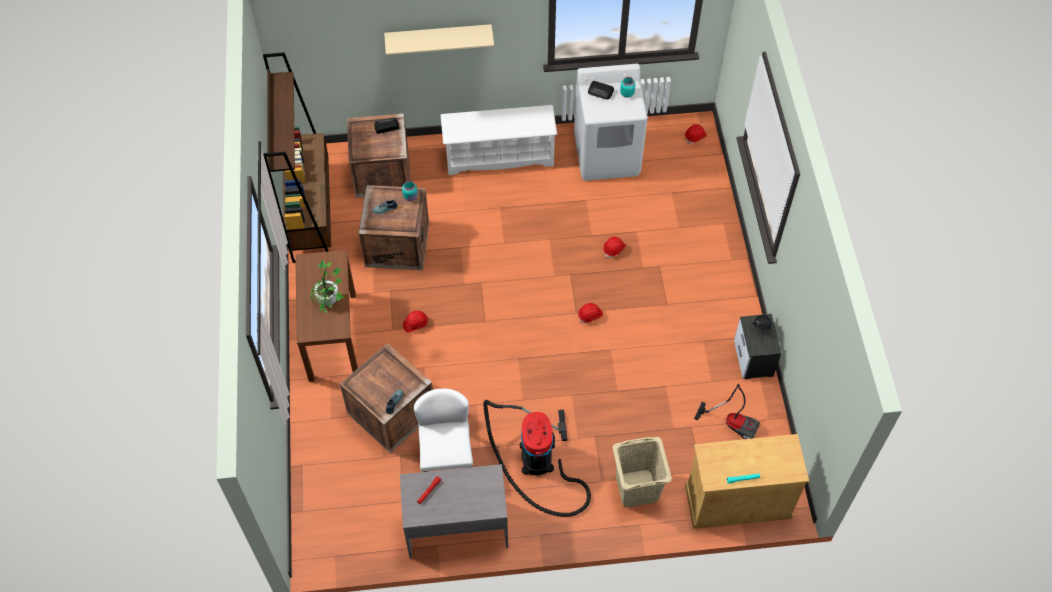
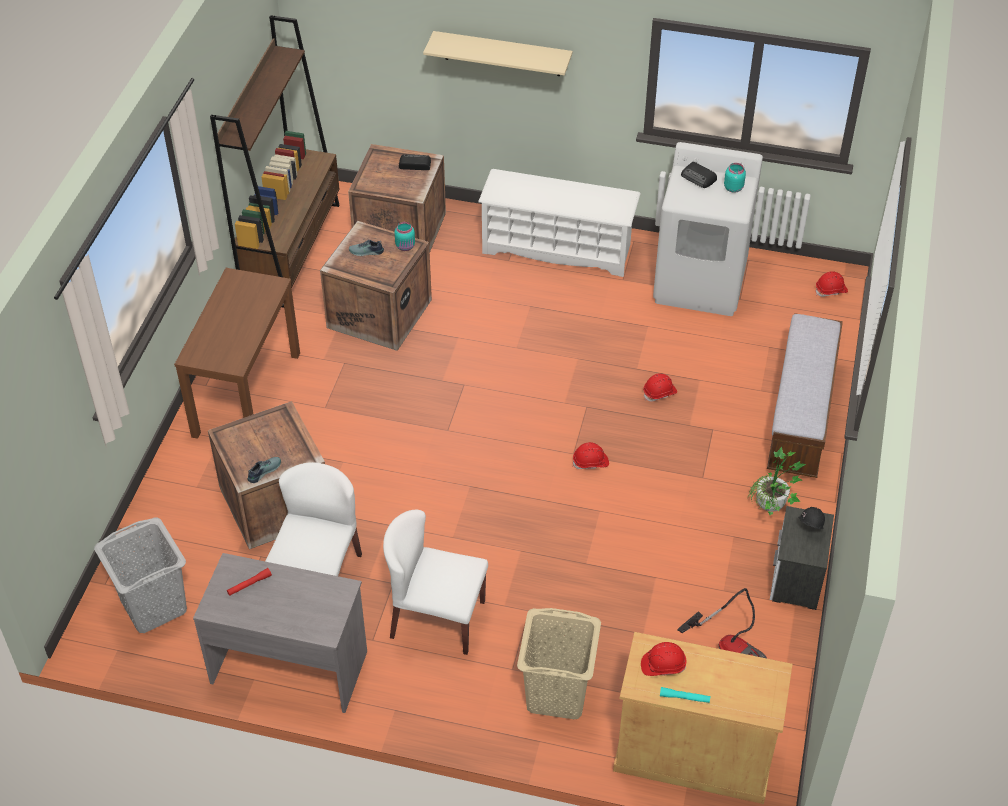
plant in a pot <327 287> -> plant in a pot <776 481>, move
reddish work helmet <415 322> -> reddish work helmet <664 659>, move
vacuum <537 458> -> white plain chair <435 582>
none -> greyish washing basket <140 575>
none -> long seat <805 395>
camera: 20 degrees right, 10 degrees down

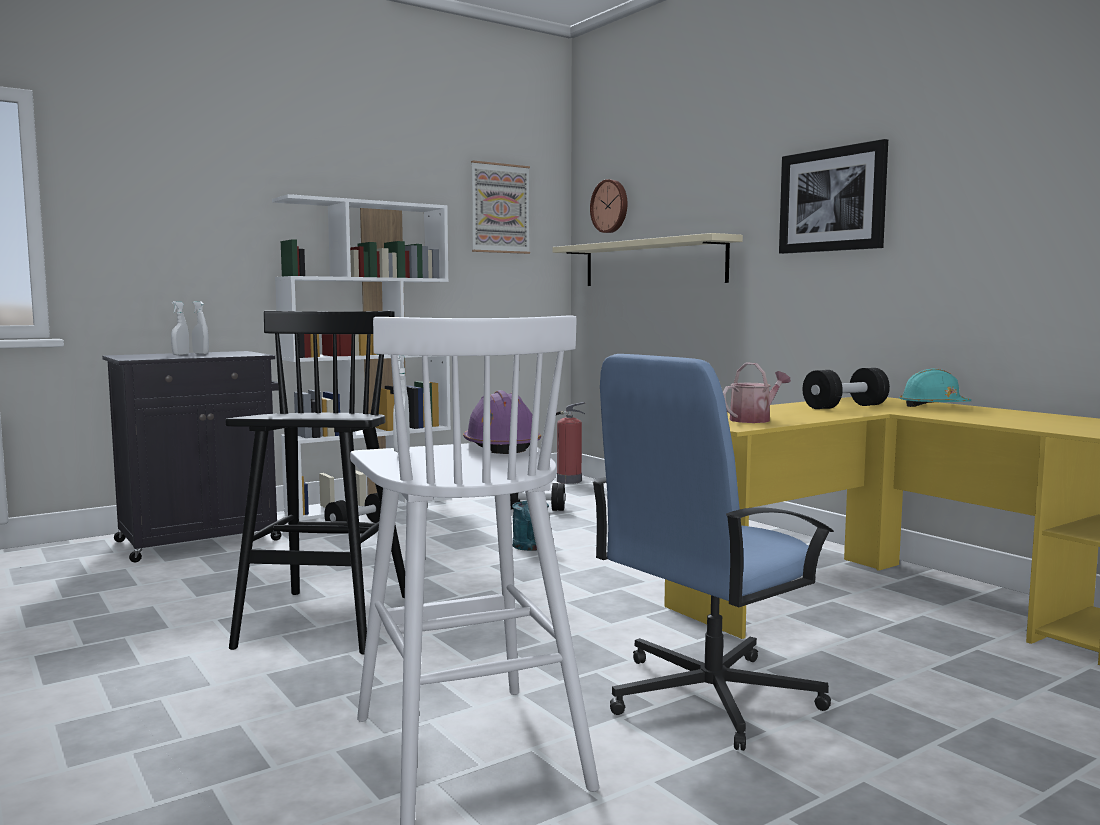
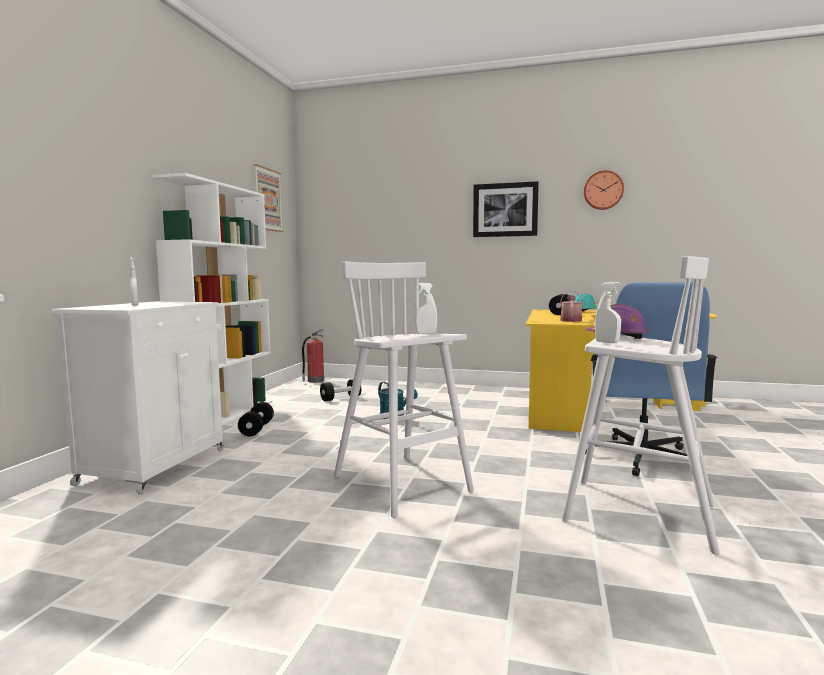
blackish cupboard <191 456> -> white cupboard <138 398>
white sprayer <200 327> -> white sprayer <426 308>, move
blackish stool <315 483> -> white stool <404 390>
beige-coloured bracket shelf <648 259> -> none
wall clock <608 206> -> wall clock <604 190>, move
camera: 40 degrees left, 0 degrees up

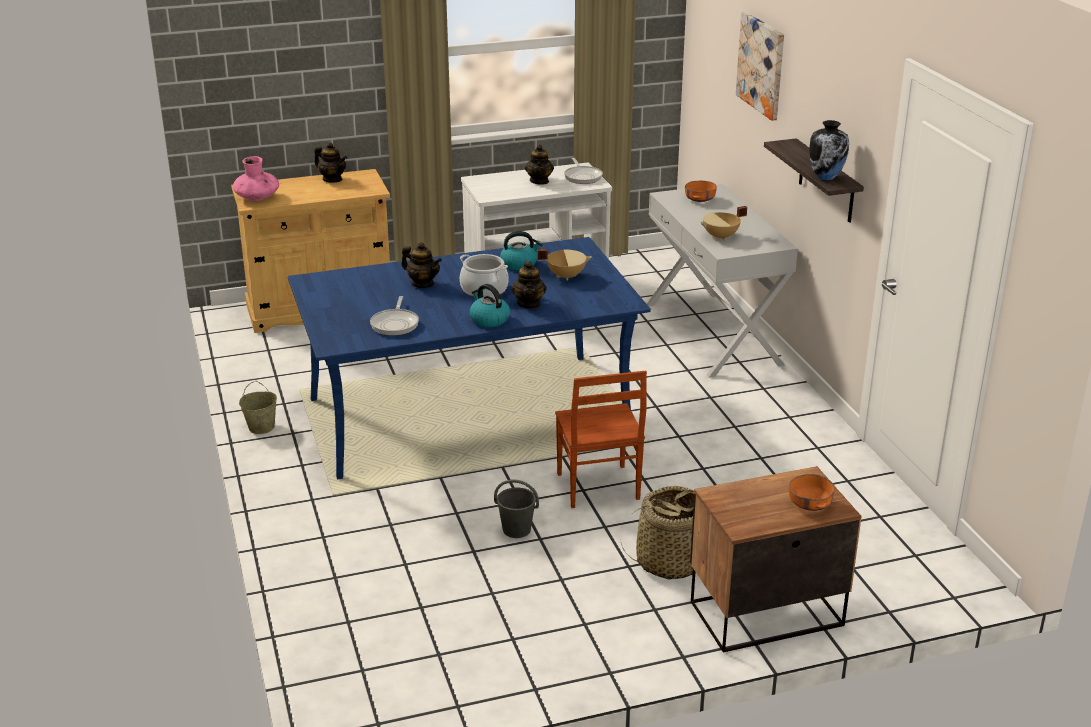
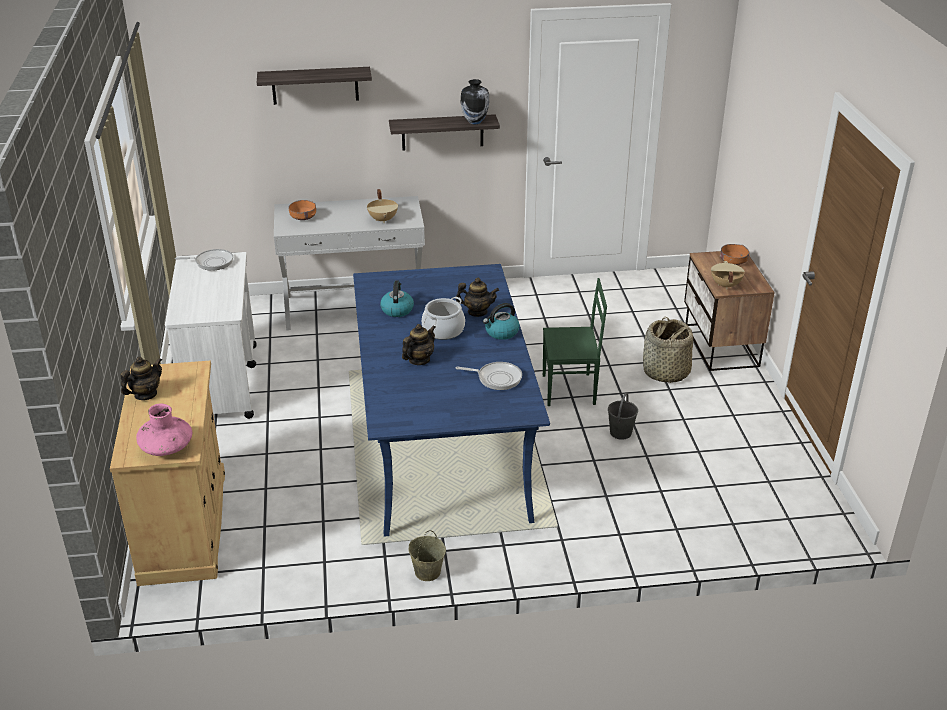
tea pot <539 165> -> none
beige-coloured cooking pot <564 265> -> beige-coloured cooking pot <728 275>, move
brownish plain chair <601 439> -> green plain chair <575 342>
wall picture <760 66> -> bracket shelf <314 86>
camera: 80 degrees left, 5 degrees up

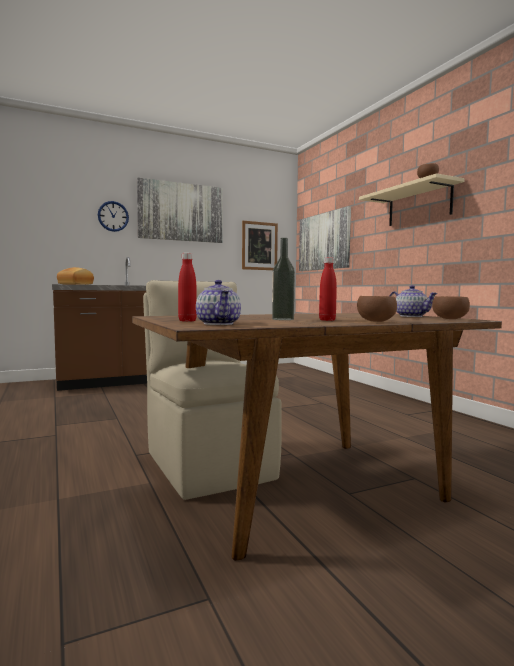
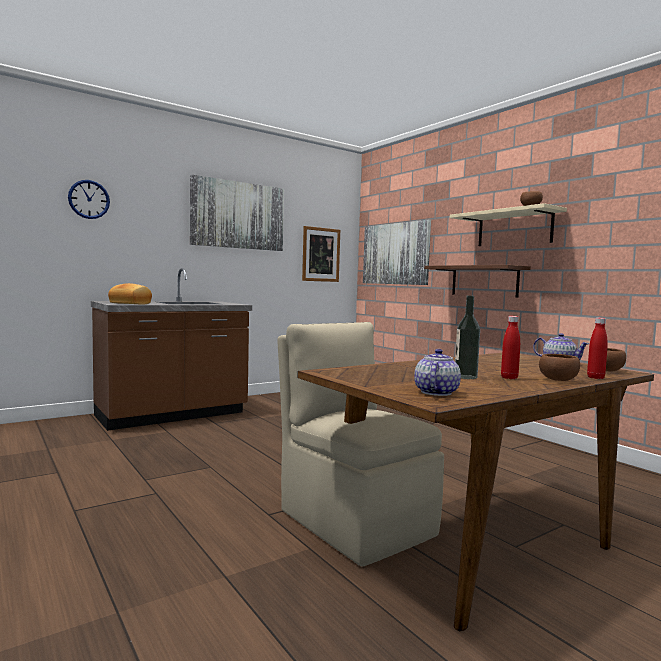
wall clock <113 216> -> wall clock <89 199>, move
reddish drink bottle <187 287> -> reddish drink bottle <597 348>, move
tea pot <218 302> -> tea pot <437 372>, 135 degrees counterclockwise
none -> brownish bracket shelf <477 281>
camera: 10 degrees left, 0 degrees up

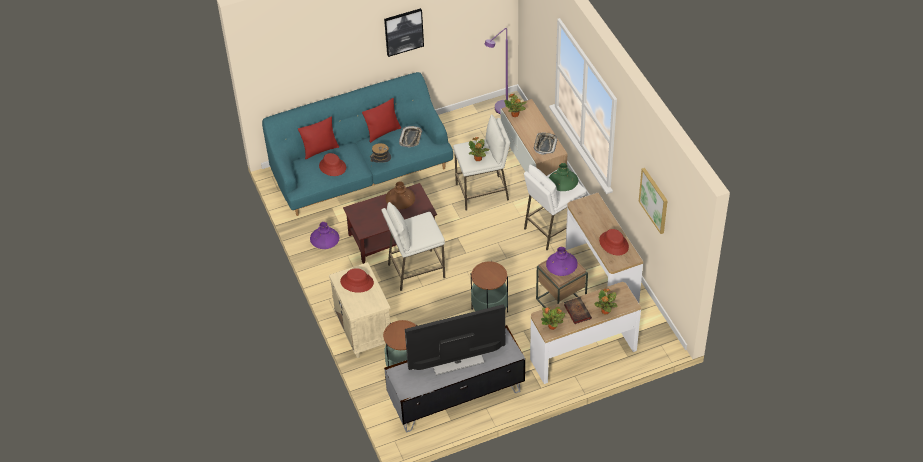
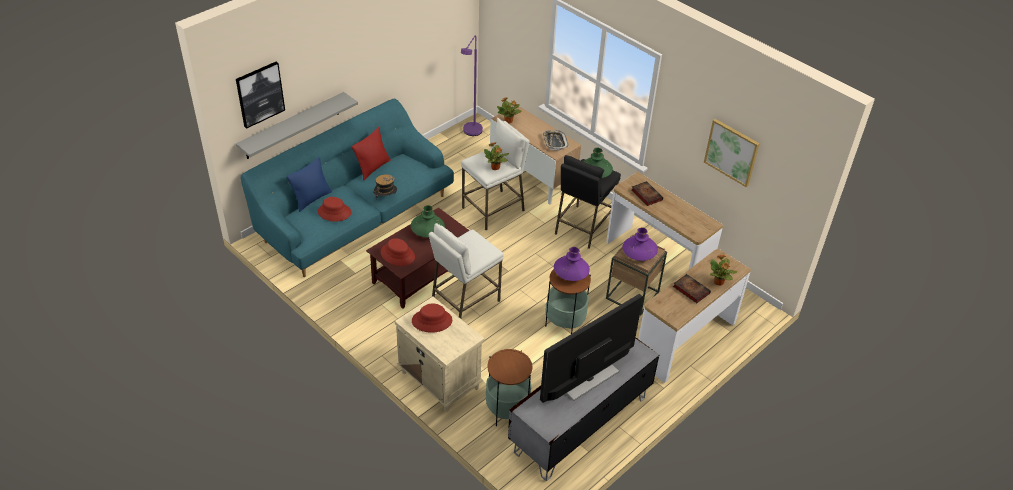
reddish cushion <318 137> -> bluish cushion <309 184>
purple-coloured flower vase <324 235> -> purple-coloured flower vase <572 264>, move
wall picture <404 32> -> wall picture <260 95>, move
brownish flower vase <400 195> -> green flower vase <428 221>
carrying tray <410 136> -> none
white stool <555 207> -> blackish stool <588 202>
plant in a pot <553 318> -> none
reddish wearable hat <614 242> -> reddish wearable hat <398 252>, move
none -> greyish bracket shelf <297 125>
none -> bound book <647 193>
camera: 25 degrees left, 5 degrees down

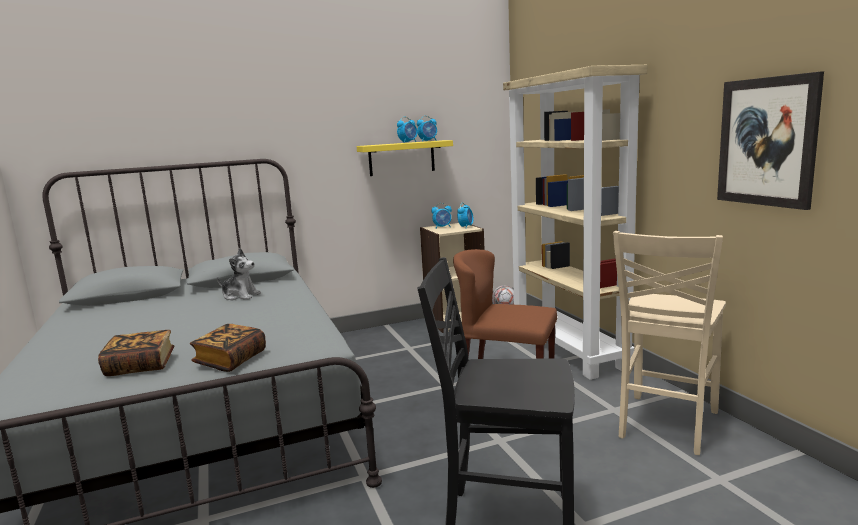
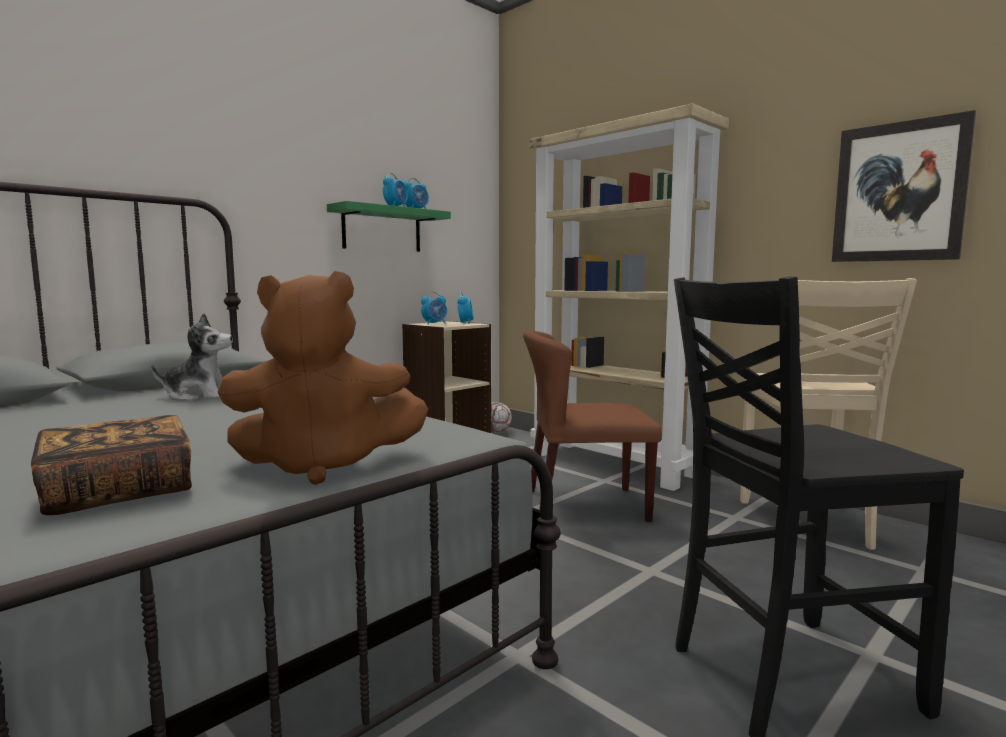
bound book <228 348> -> brownish plush toy <322 378>
yellow-coloured bracket shelf <405 158> -> green bracket shelf <389 226>
camera: 25 degrees left, 5 degrees down

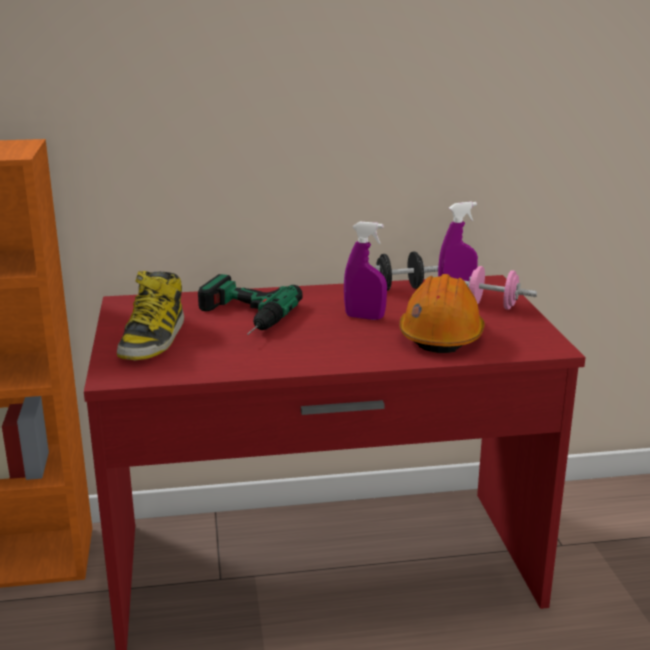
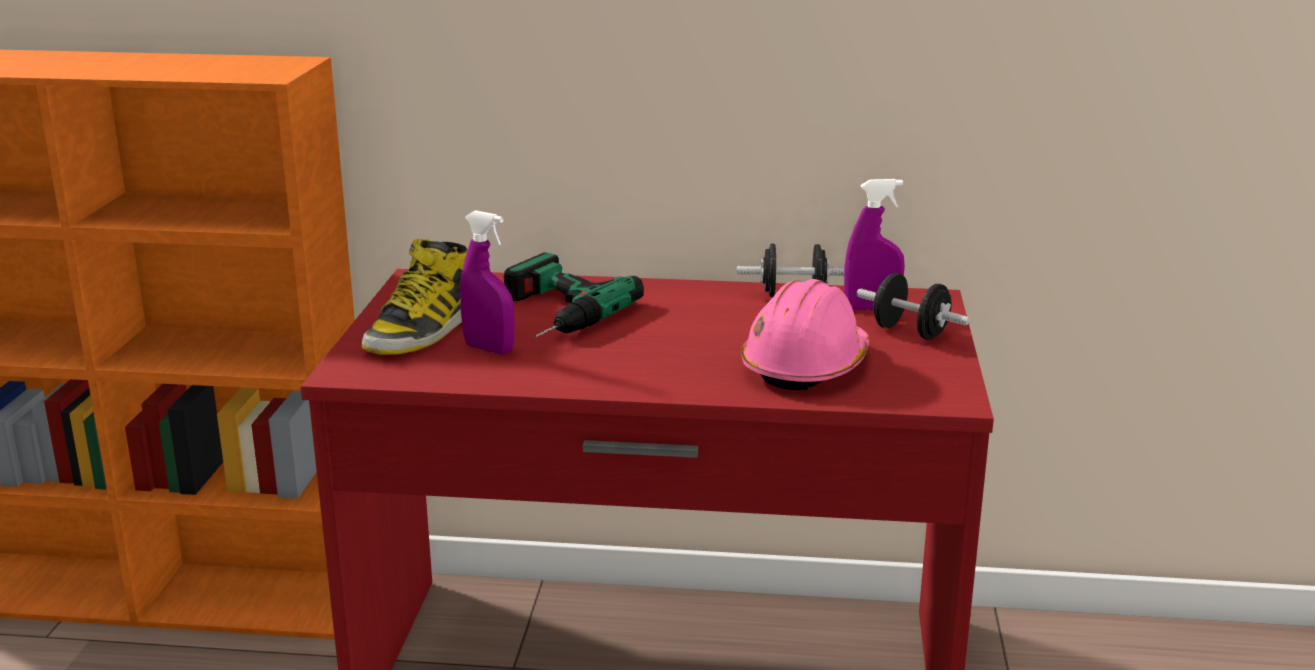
purple-coloured sprayer <365 271> -> purple-coloured sprayer <487 282>, move
orange work helmet <442 313> -> pinkish work helmet <805 334>
pinkish hand weight <500 288> -> blackish hand weight <913 306>
camera: 15 degrees right, 0 degrees up

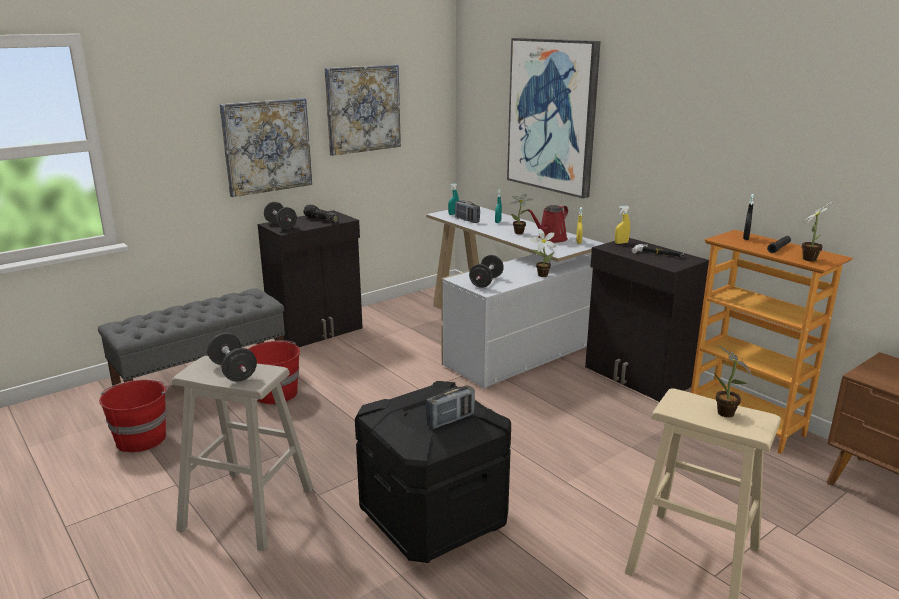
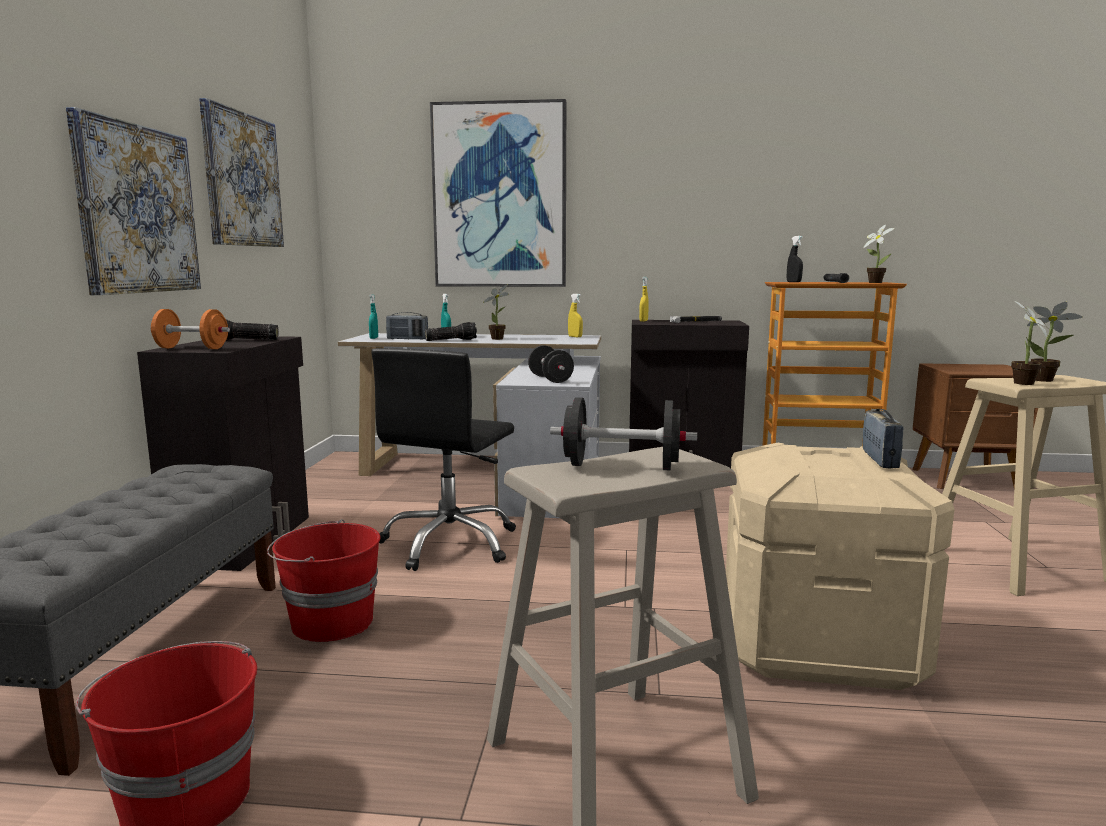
blackish hand weight <280 215> -> orange hand weight <190 329>
blackish storage container <433 472> -> beige-coloured storage container <840 566>
reddish watering can <547 224> -> none
plant in a pot <543 252> -> plant in a pot <1029 343>, move
none -> blackish desk chair <443 459>
none -> flashlight <451 331>
camera: 45 degrees left, 10 degrees down

